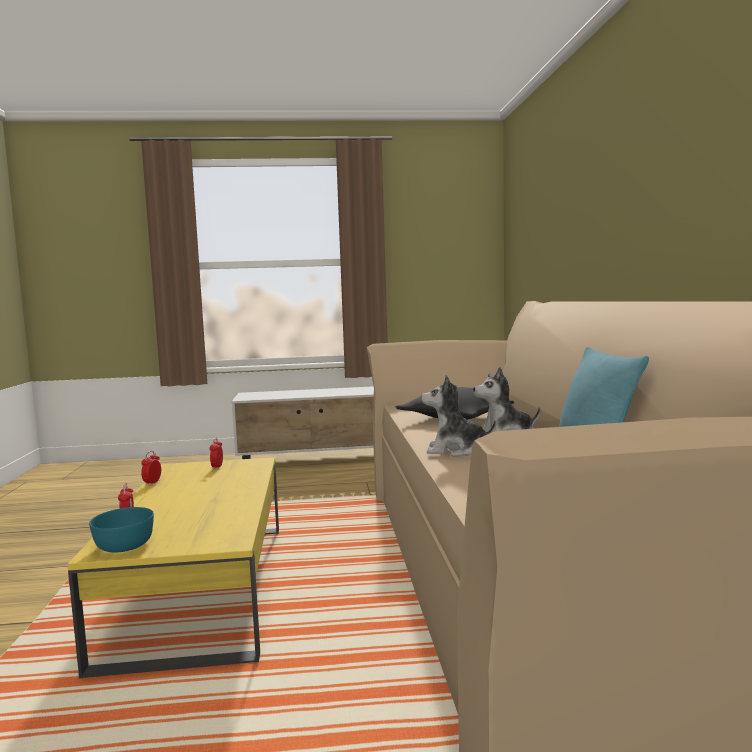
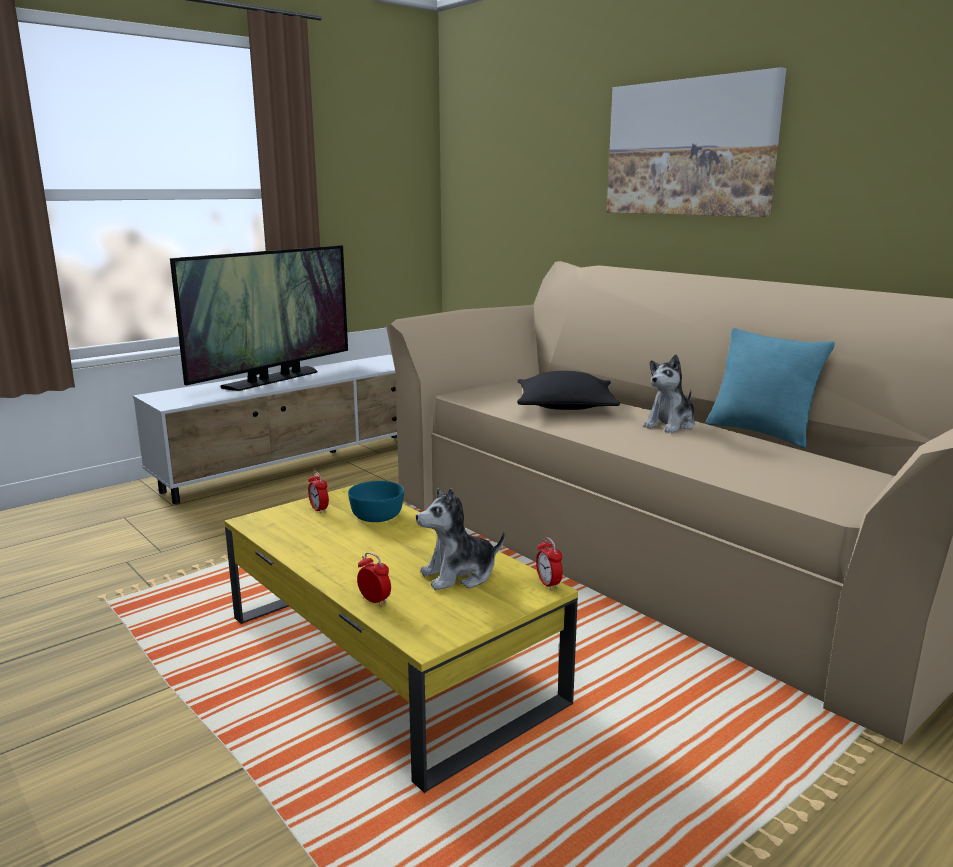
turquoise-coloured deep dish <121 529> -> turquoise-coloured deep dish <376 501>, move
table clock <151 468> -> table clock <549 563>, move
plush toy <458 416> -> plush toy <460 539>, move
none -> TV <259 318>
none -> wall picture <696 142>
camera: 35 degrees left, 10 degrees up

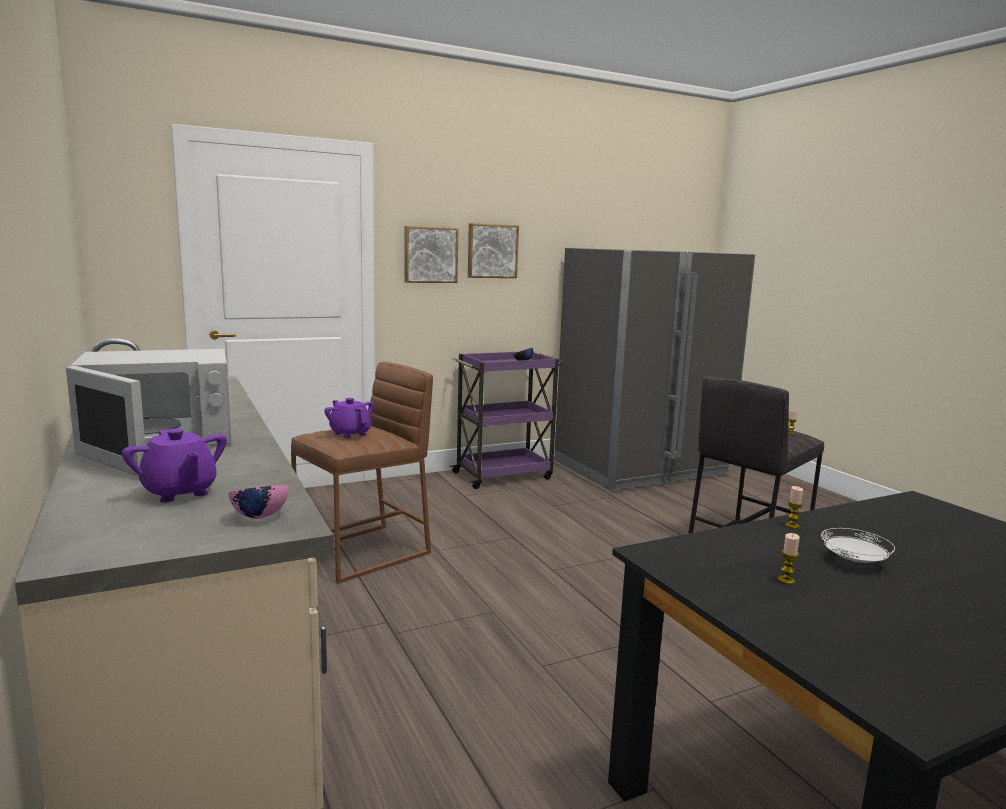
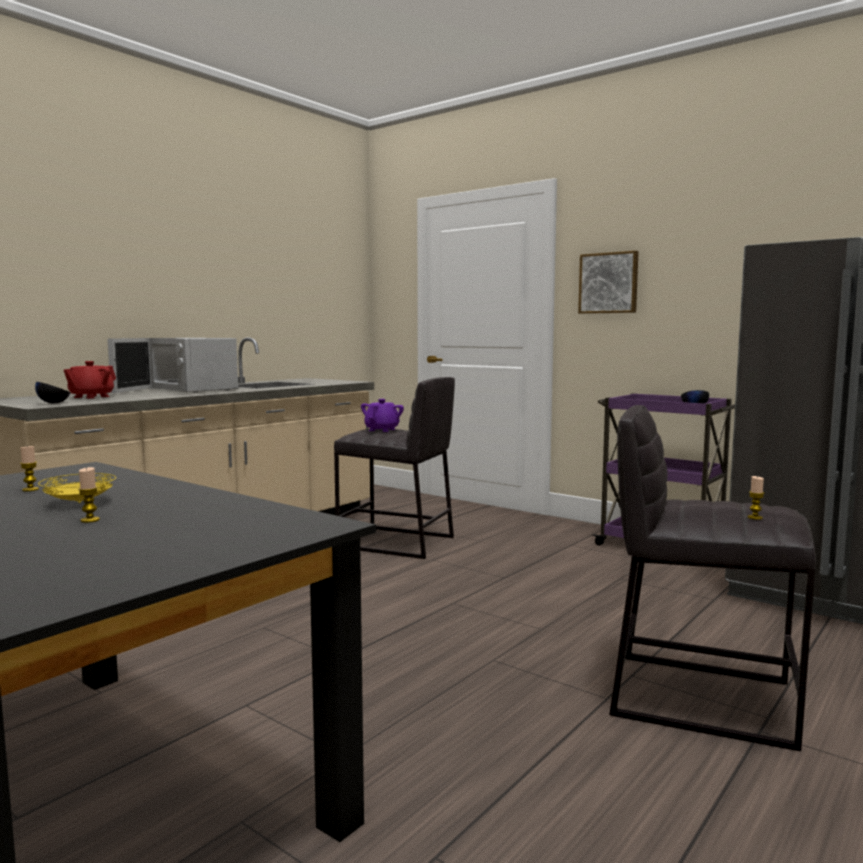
purple-coloured tea pot <174 465> -> reddish tea pot <90 380>
pinkish deep dish <258 501> -> blackish deep dish <52 392>
brownish stool <362 473> -> greyish stool <394 468>
wall picture <493 250> -> none
wax light <794 507> -> wax light <89 495>, move
white flat dish <858 545> -> yellow-coloured flat dish <77 488>
camera: 65 degrees right, 5 degrees down

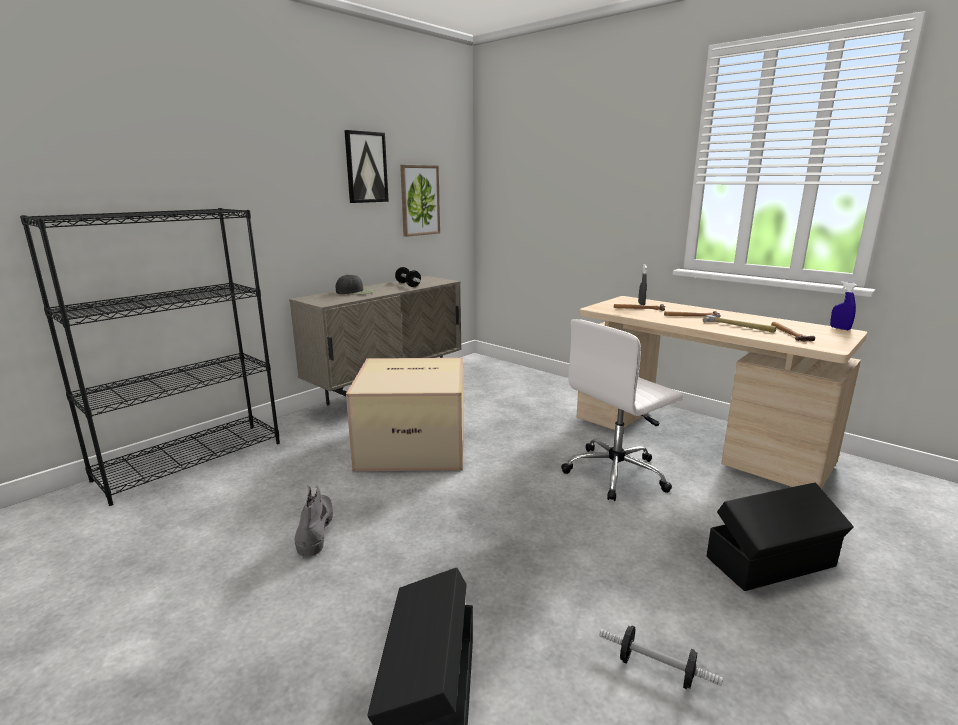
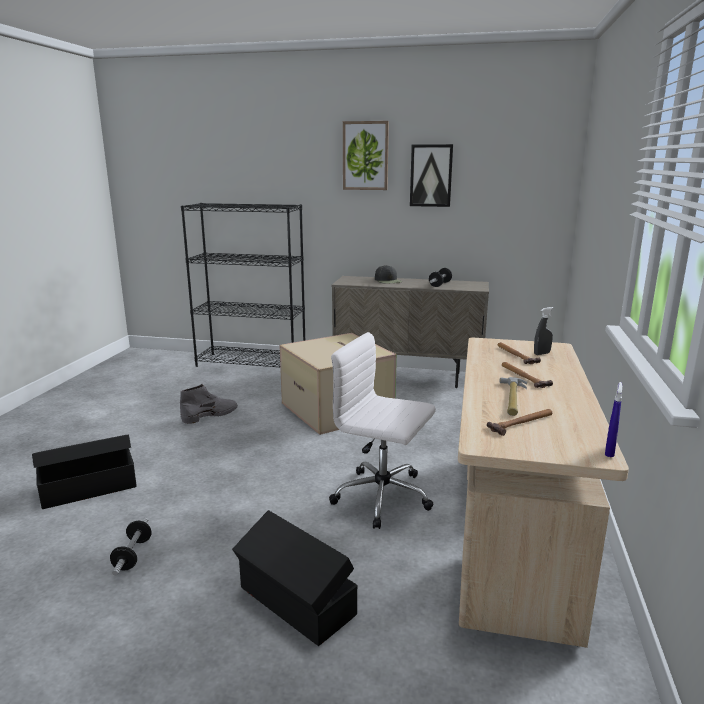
wall picture <420 201> -> wall picture <366 155>, move
camera: 60 degrees right, 0 degrees up

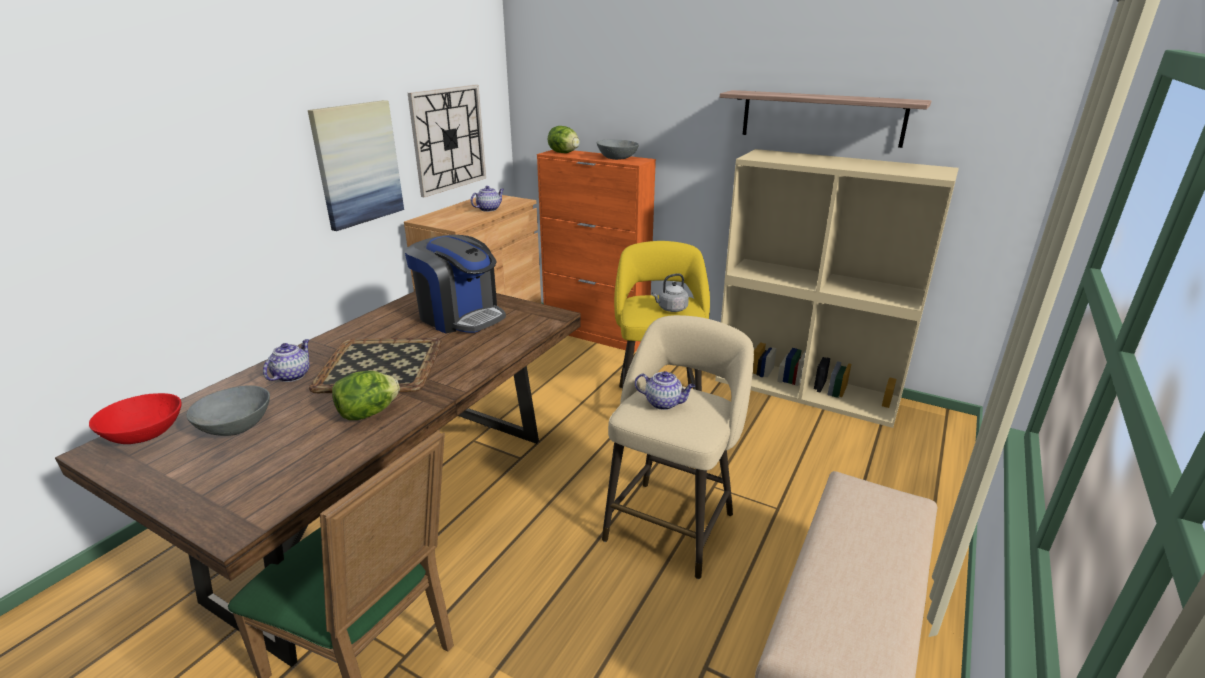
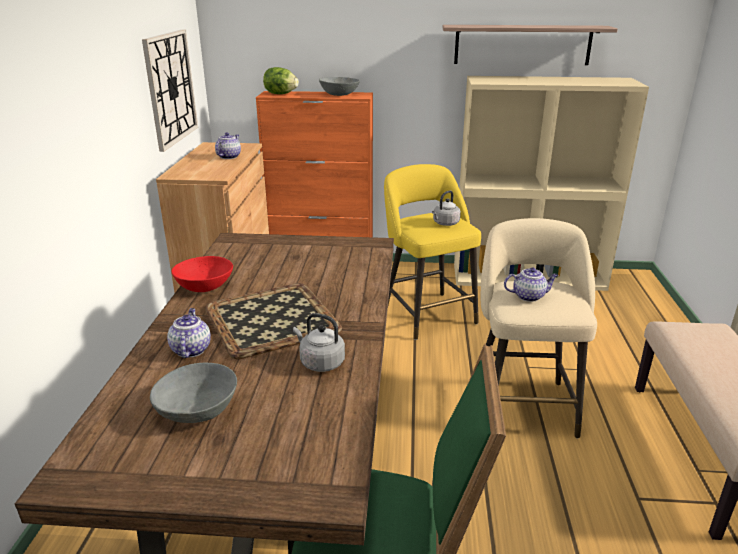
reddish deep dish <135 418> -> reddish deep dish <202 274>, move
wall picture <356 165> -> none
lettuce head <366 395> -> greyish kettle <319 342>
coffee brewer <455 284> -> none
camera: 25 degrees left, 0 degrees up

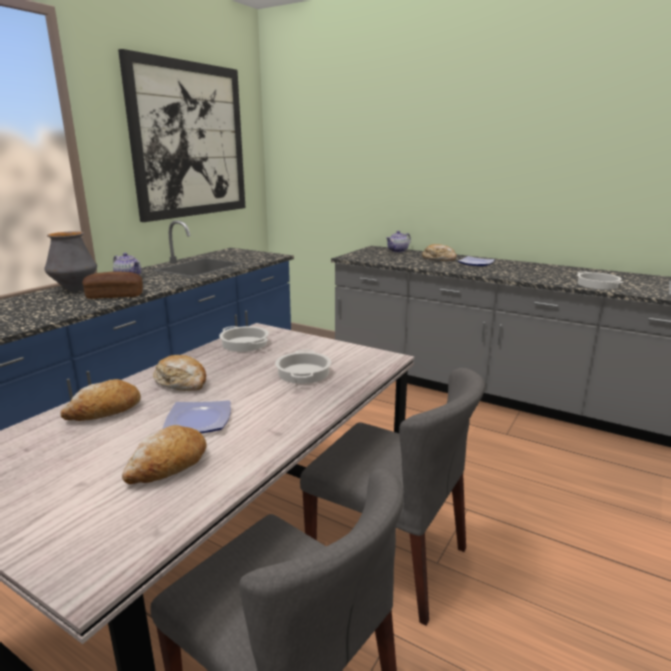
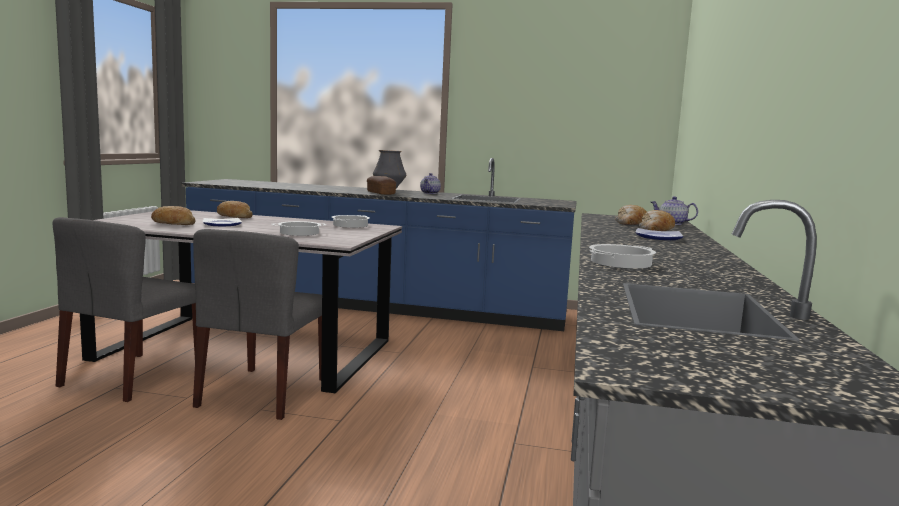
wall picture <181 135> -> none
bread <179 373> -> bread <631 215>, move
camera: 70 degrees right, 10 degrees down

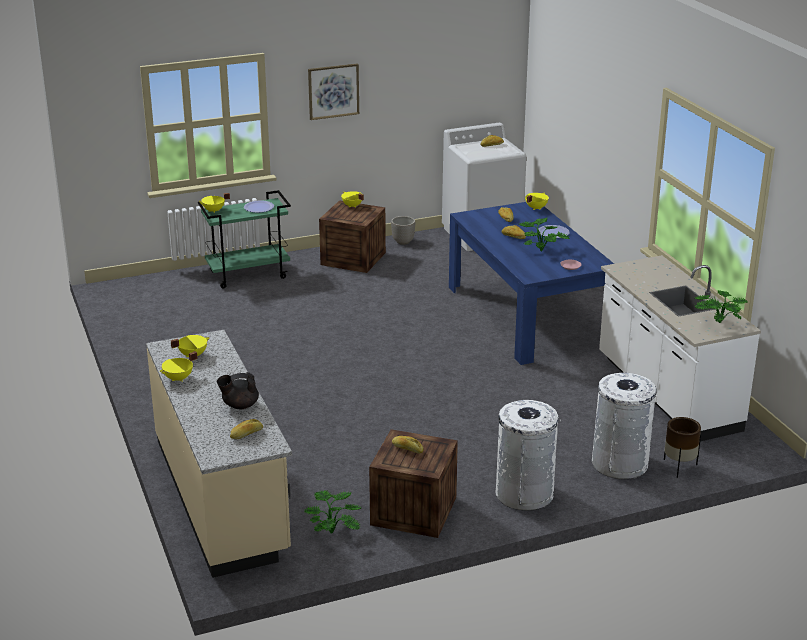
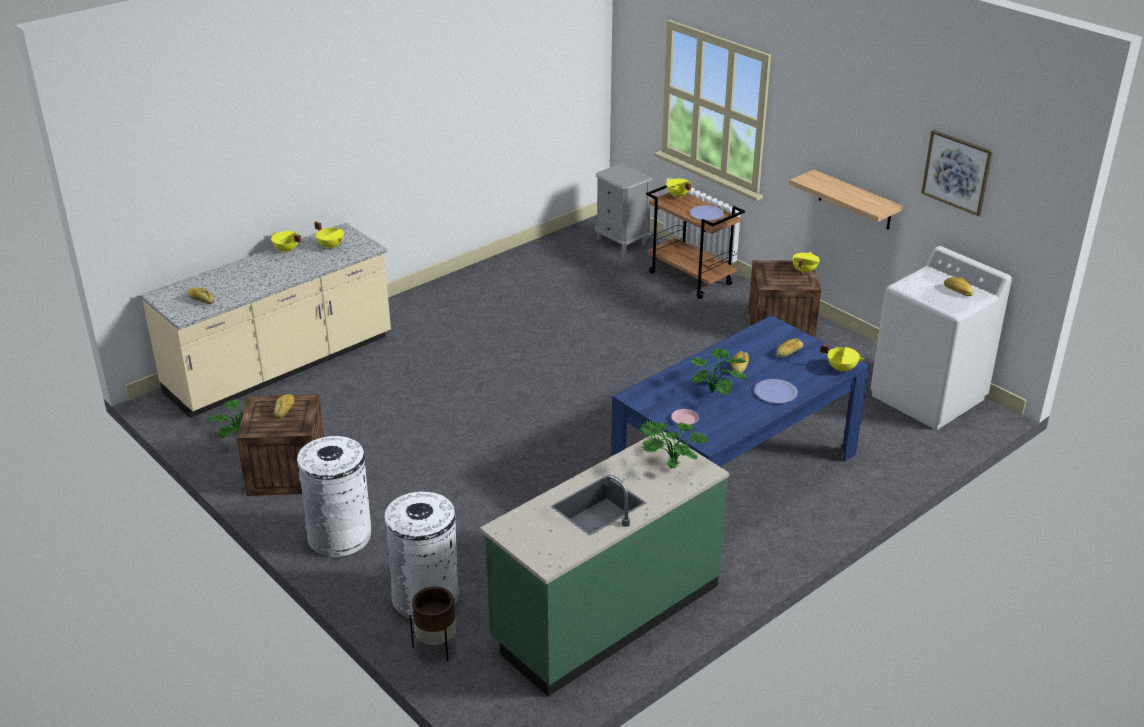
green cart <244 239> -> brownish cart <695 242>
blackish tea pot <238 390> -> none
wall picture <333 91> -> wall picture <957 173>, move
plant pot <403 230> -> none
white counter <680 348> -> green counter <604 564>
plant in a pot <721 306> -> plant in a pot <673 444>, move
none -> greyish nightstand <624 208>
none -> bracket shelf <845 200>
camera: 70 degrees right, 5 degrees up

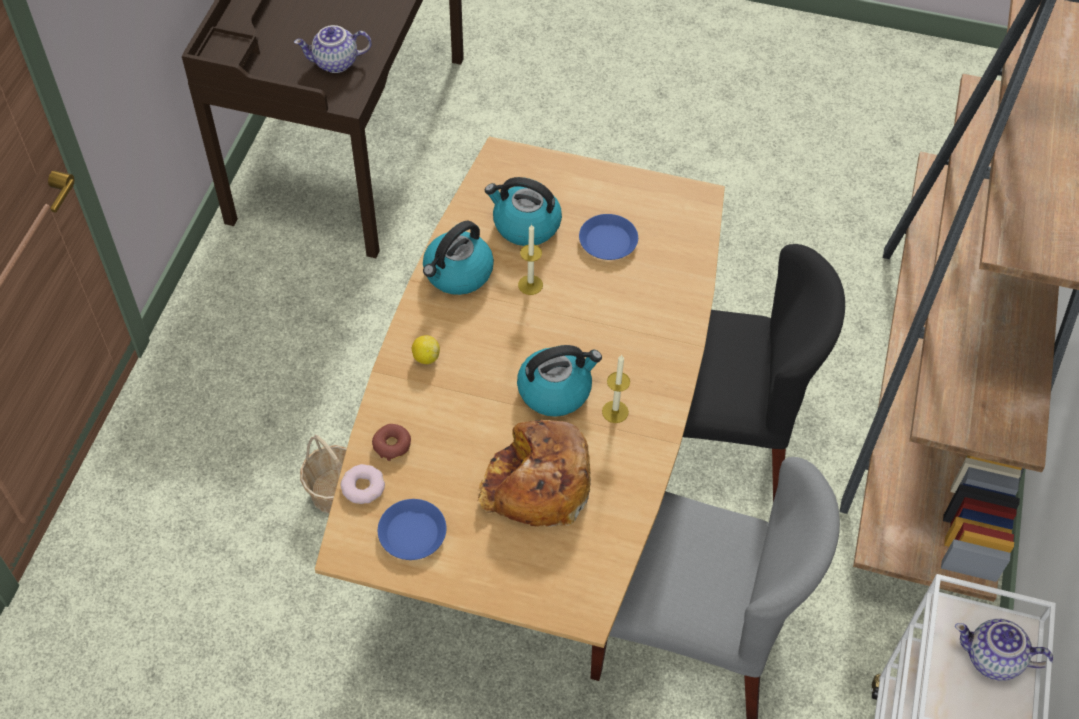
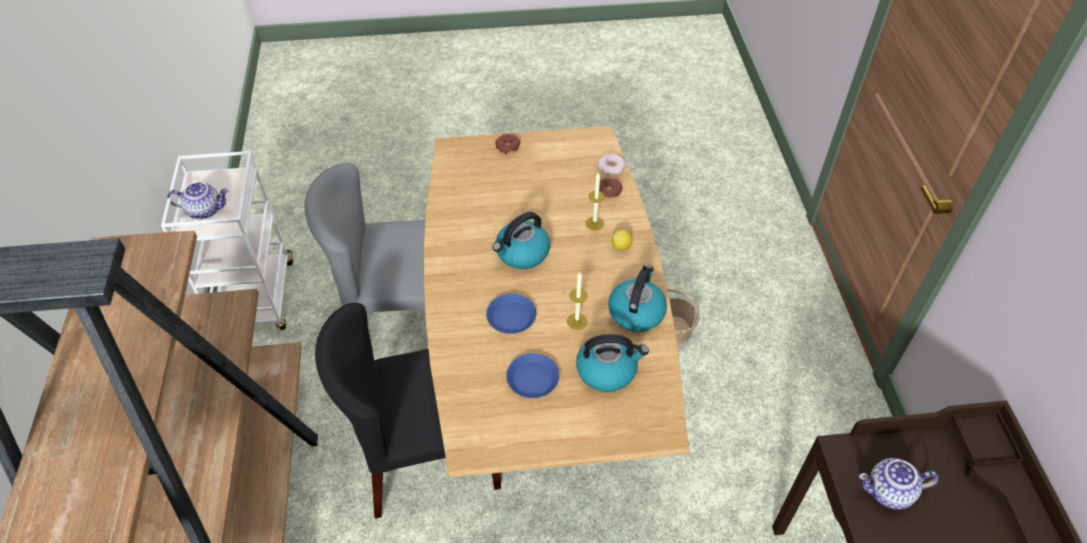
tea pot <333 49> -> tea pot <899 483>, 150 degrees counterclockwise
bluish flat dish <412 529> -> bluish flat dish <511 314>, move
bread <534 473> -> none
wax light <616 389> -> wax light <595 202>, move
none -> doughnut <507 144>
camera: 160 degrees right, 5 degrees down

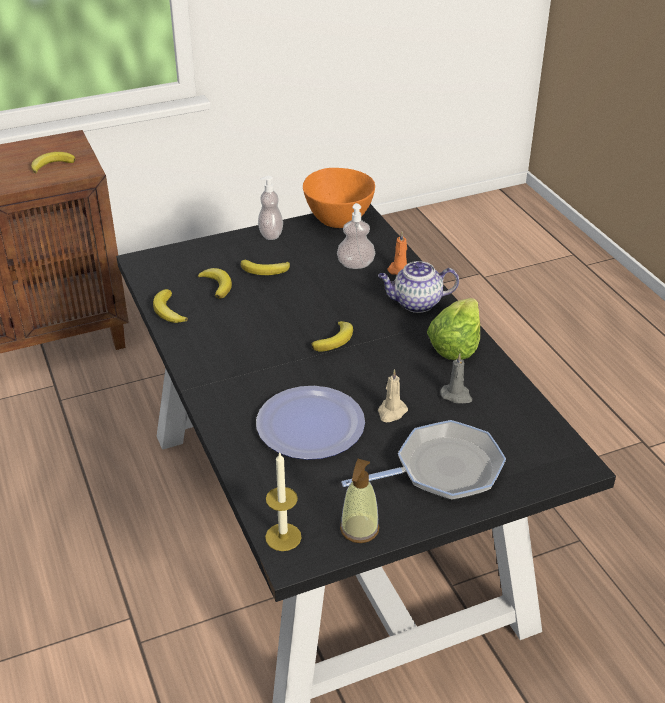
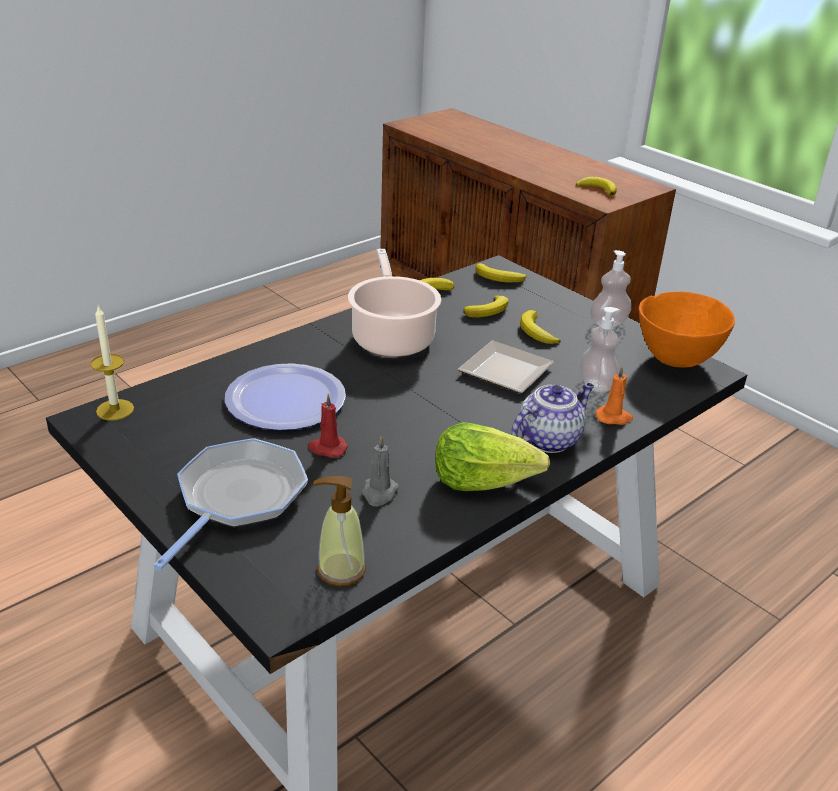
banana <332 336> -> banana <500 272>, move
soap bottle <359 501> -> soap bottle <339 531>, move
pan <423 460> -> pan <230 504>, 120 degrees counterclockwise
tea pot <418 287> -> tea pot <552 418>, 75 degrees clockwise
beige-coloured wax light <393 395> -> reddish wax light <328 426>
none -> cooking pot <394 303>
none -> flat dish <506 367>
camera: 70 degrees right, 5 degrees down

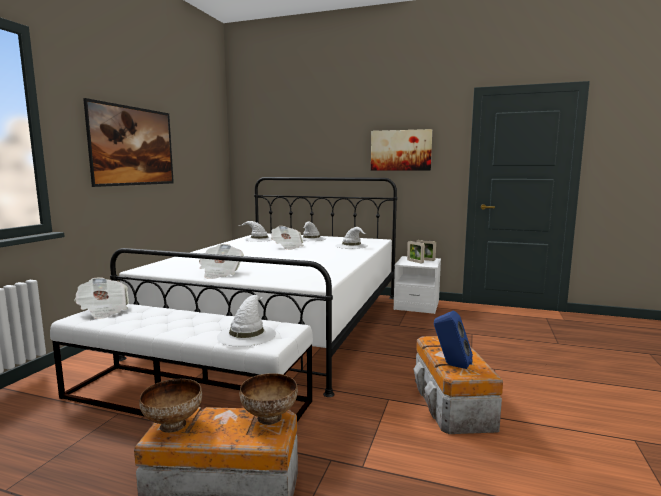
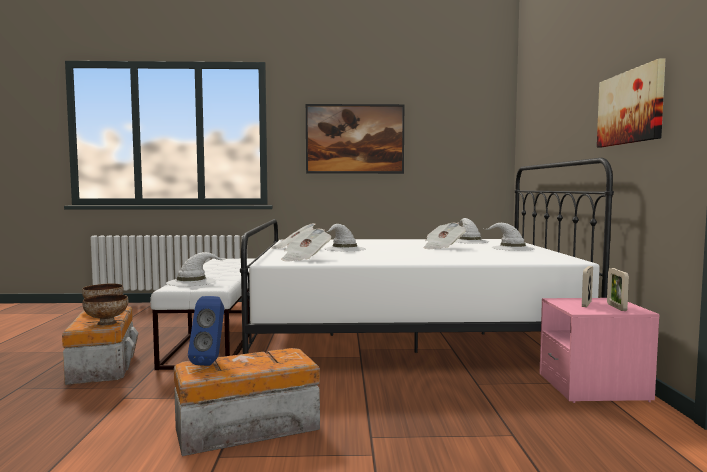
printed paper <101 298> -> printed paper <306 245>, move
white wearable hat <351 238> -> white wearable hat <345 237>, move
white nightstand <417 285> -> pinkish nightstand <599 350>
camera: 70 degrees right, 5 degrees down

